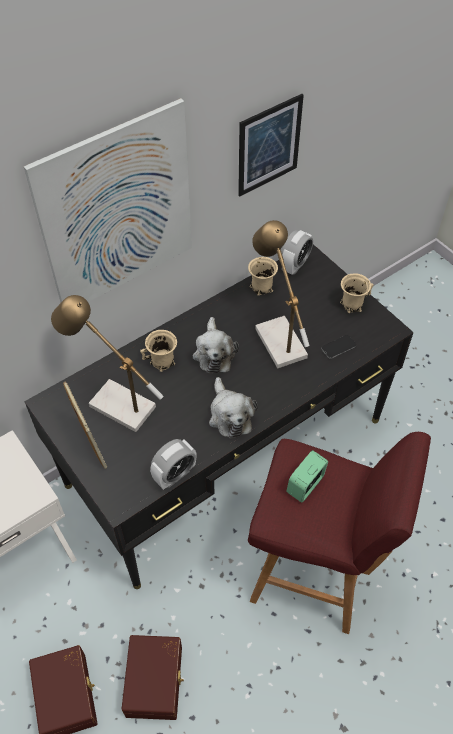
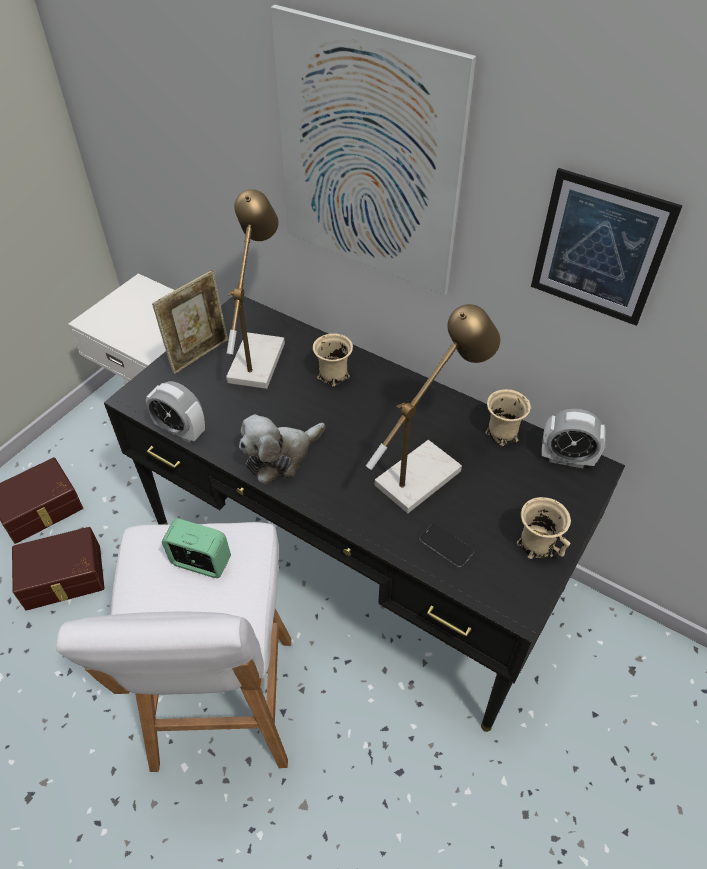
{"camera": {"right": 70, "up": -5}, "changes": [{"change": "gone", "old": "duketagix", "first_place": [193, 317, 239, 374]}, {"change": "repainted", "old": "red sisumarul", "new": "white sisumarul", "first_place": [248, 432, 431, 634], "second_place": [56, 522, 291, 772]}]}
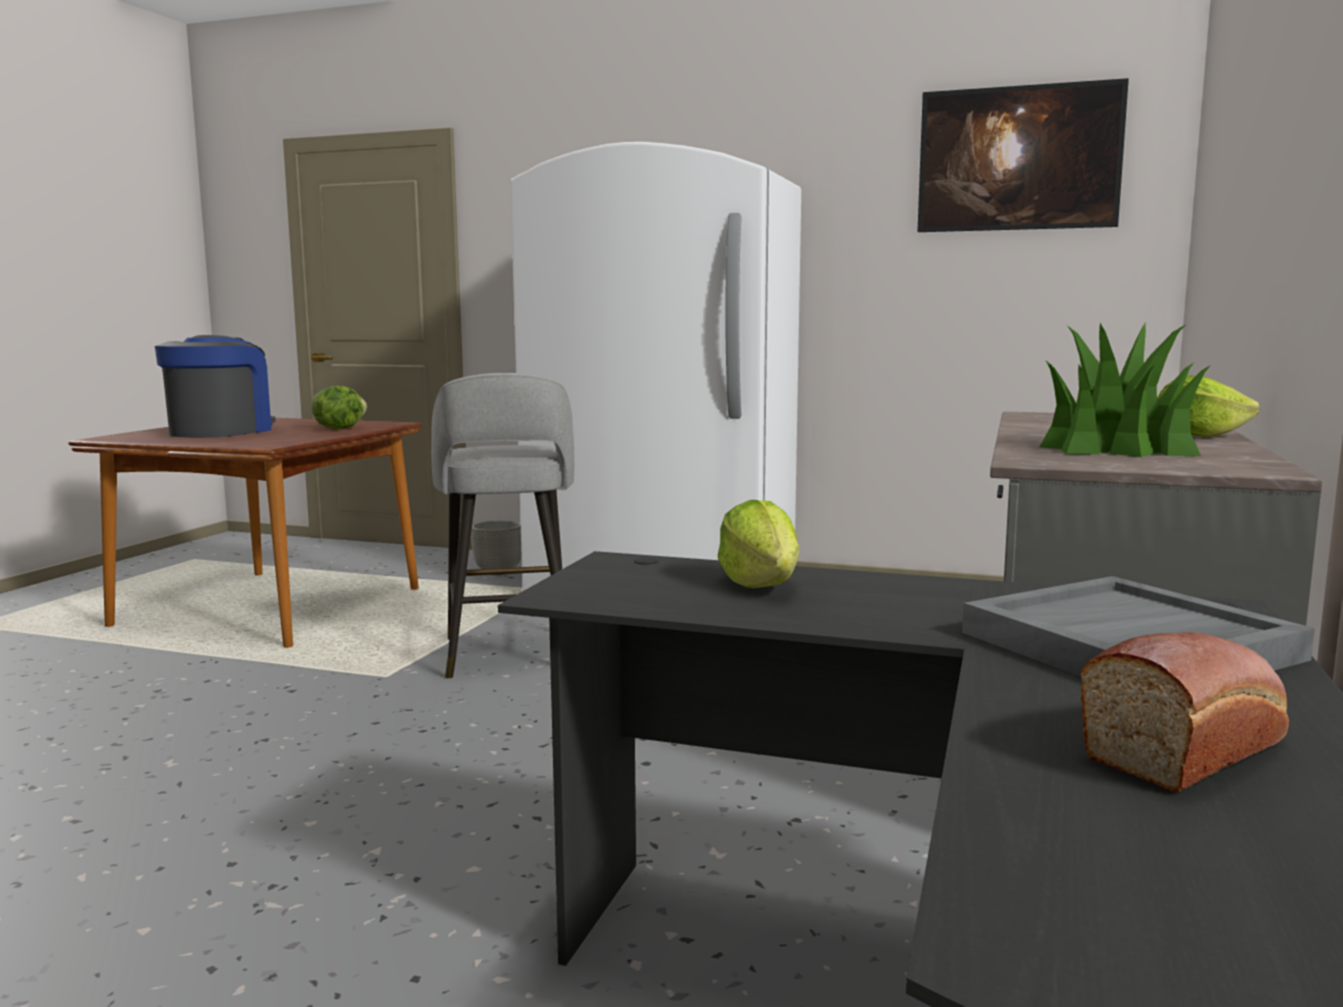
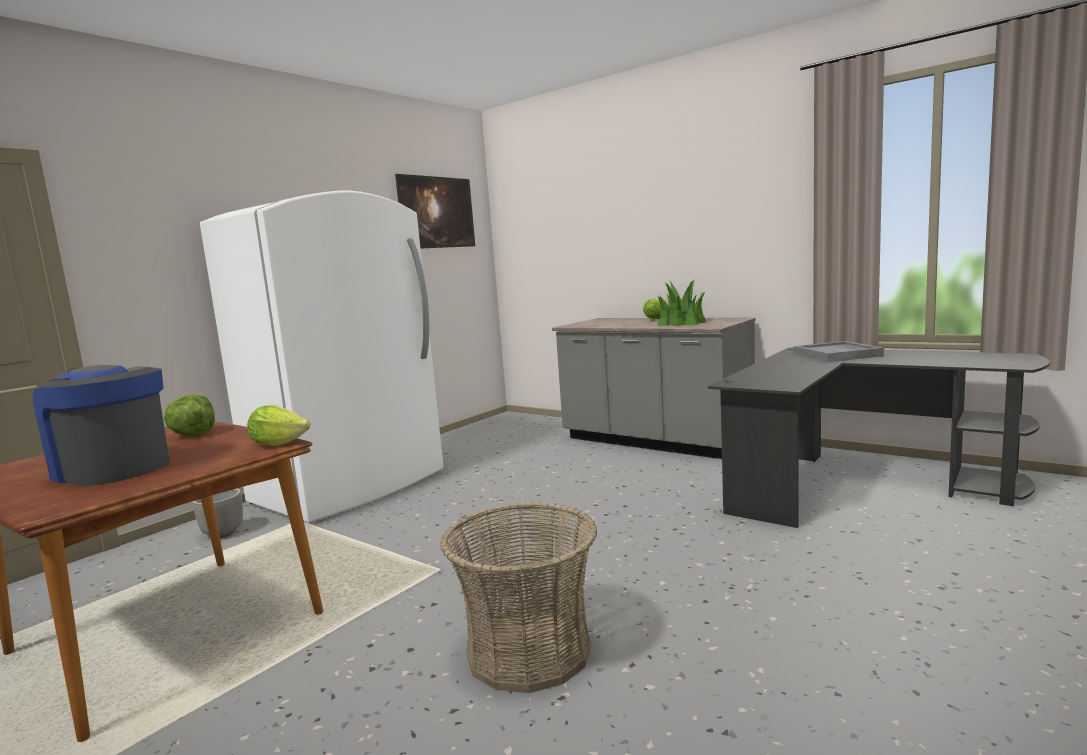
{"camera": {"right": -70, "up": 0}, "changes": [{"change": "gone", "old": "grey sisumarul", "first_place": [431, 373, 574, 679]}, {"change": "gone", "old": "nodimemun", "first_place": [1081, 633, 1289, 792]}, {"change": "new", "new": "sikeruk", "second_place": [440, 502, 597, 693]}, {"change": "shifted", "old": "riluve", "first_place": [718, 500, 799, 588], "second_place": [247, 405, 310, 446]}]}
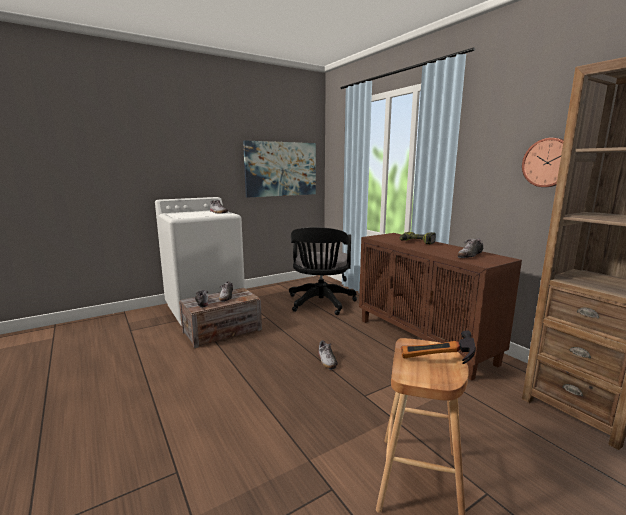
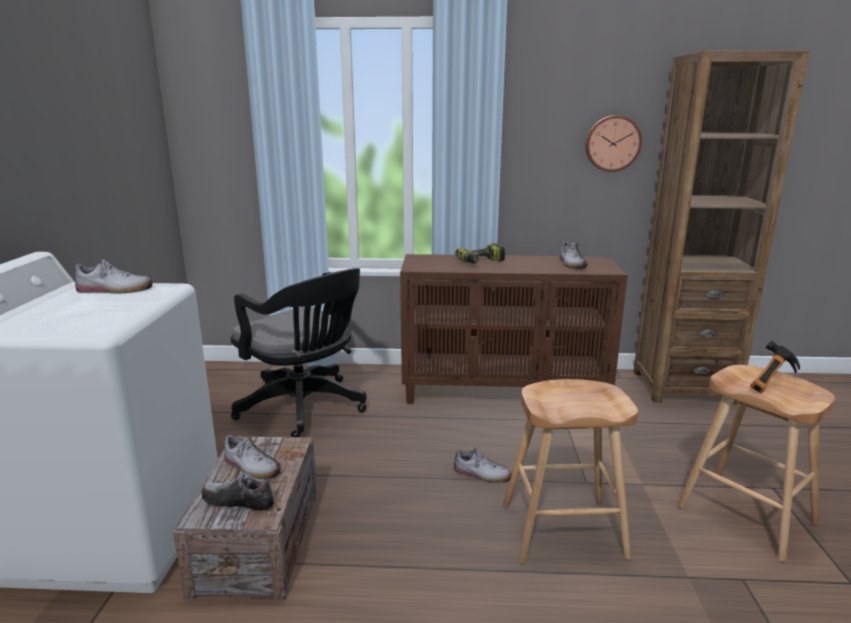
{"camera": {"right": -55, "up": 5}, "changes": [{"change": "gone", "old": "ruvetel", "first_place": [243, 140, 316, 198]}, {"change": "new", "new": "brown sisumarul", "second_place": [503, 379, 638, 564]}]}
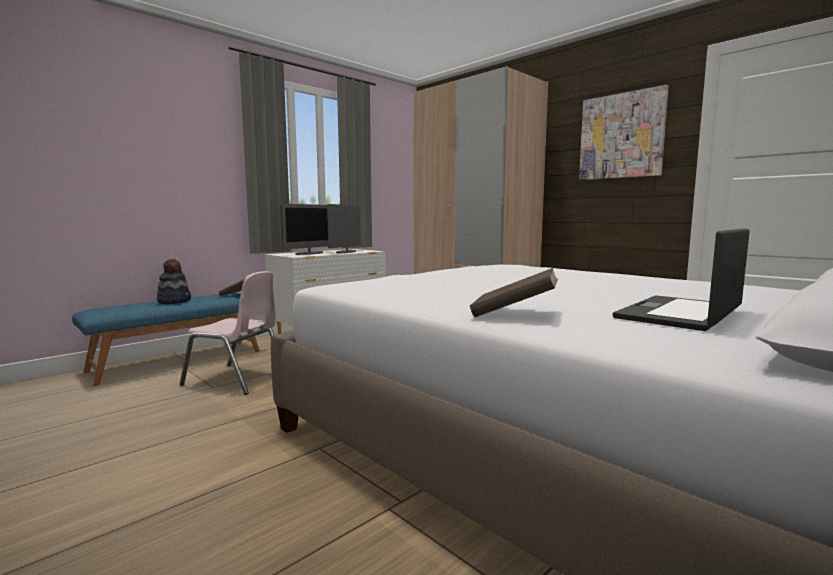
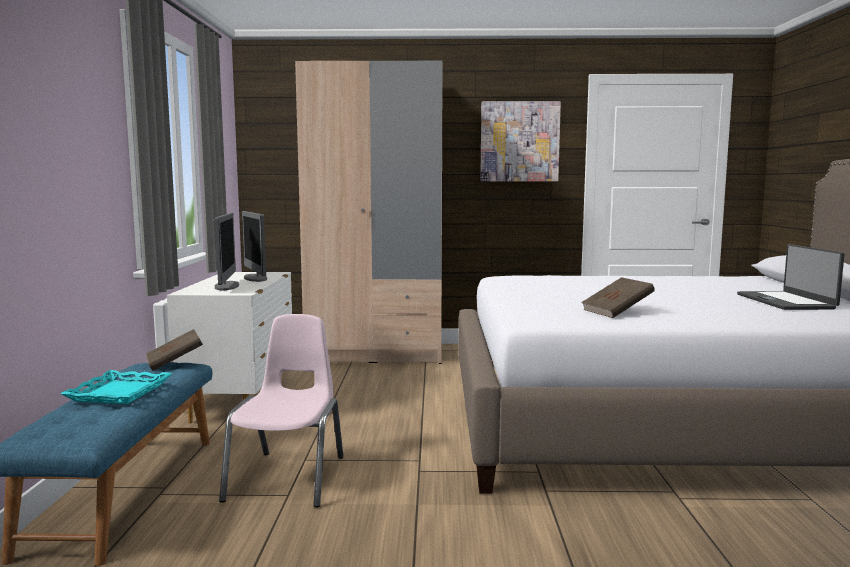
{"camera": {"right": -45, "up": 0}, "changes": [{"change": "shifted", "old": "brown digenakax", "first_place": [470, 268, 558, 317], "second_place": [581, 277, 655, 318]}, {"change": "swapped", "old": "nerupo", "new": "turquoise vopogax", "first_place": [157, 259, 191, 304], "second_place": [61, 370, 172, 404]}, {"change": "rotated", "old": "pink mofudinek", "first_place": [180, 271, 276, 395], "second_place": [219, 314, 343, 508], "degrees": -60}]}
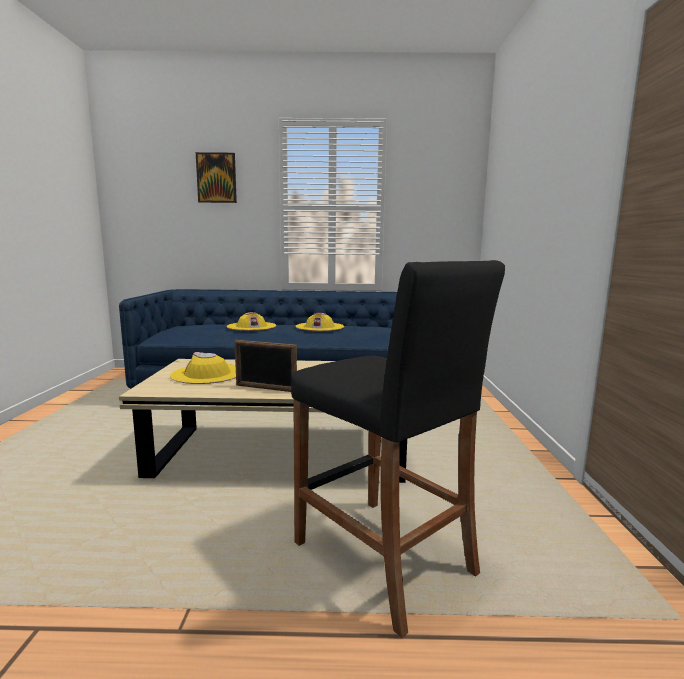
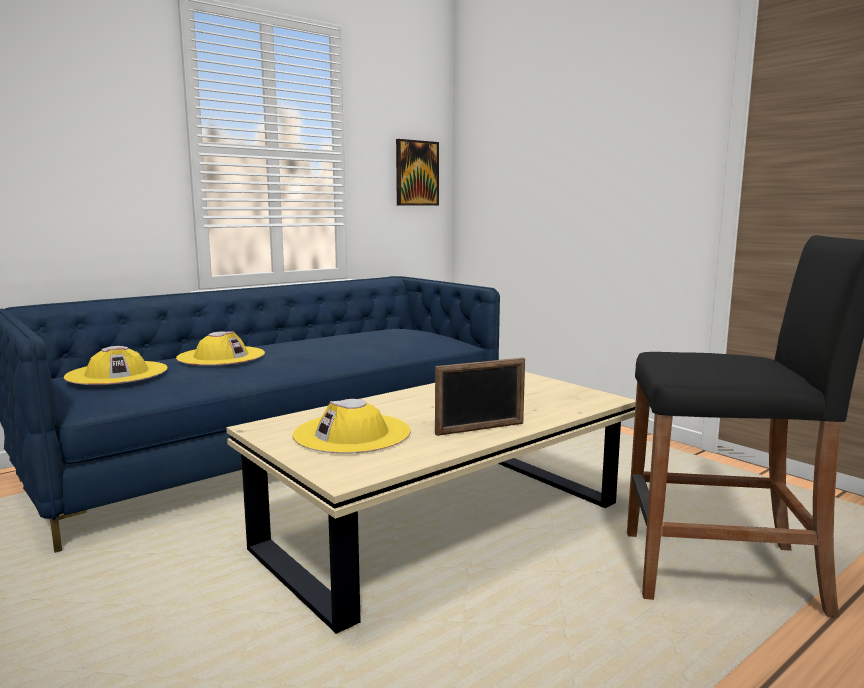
{"camera": {"right": -40, "up": 0}, "changes": [{"change": "shifted", "old": "ruvetel", "first_place": [196, 152, 237, 203], "second_place": [396, 139, 439, 206]}, {"change": "shifted", "old": "yellow nerupo", "first_place": [295, 313, 344, 331], "second_place": [64, 346, 168, 385]}]}
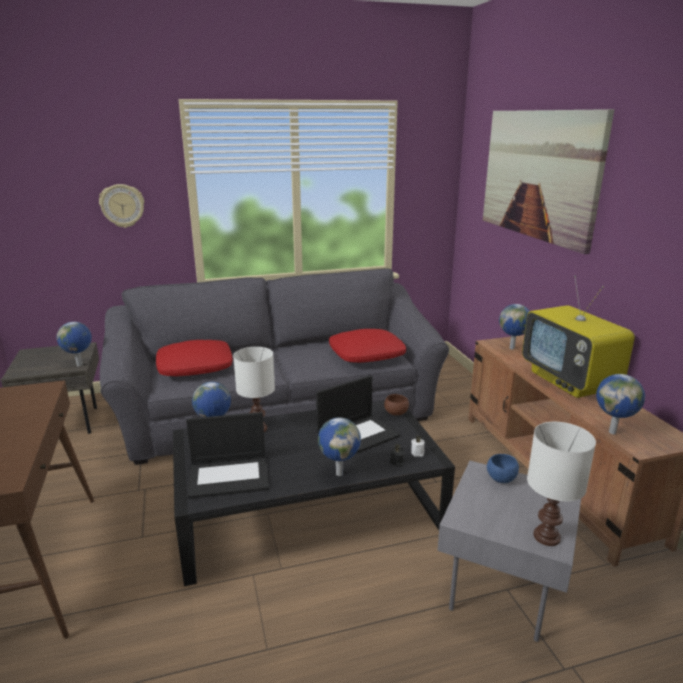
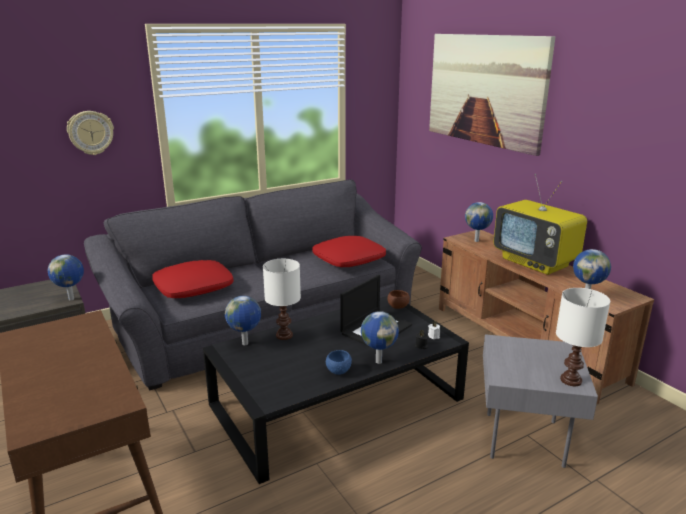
{"camera": {"right": -15, "up": 0}, "changes": [{"change": "gone", "old": "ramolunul", "first_place": [186, 412, 269, 499]}, {"change": "shifted", "old": "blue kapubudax", "first_place": [487, 454, 519, 483], "second_place": [326, 350, 352, 375]}]}
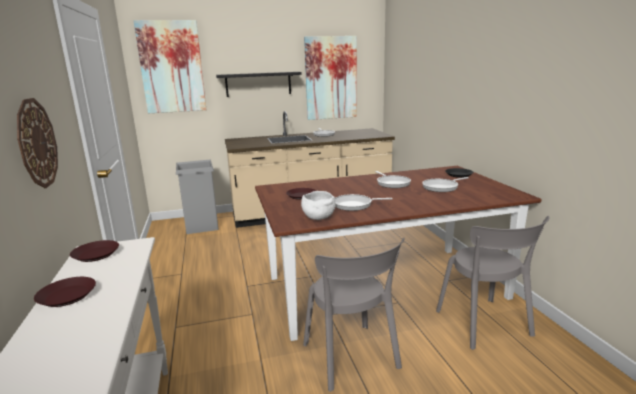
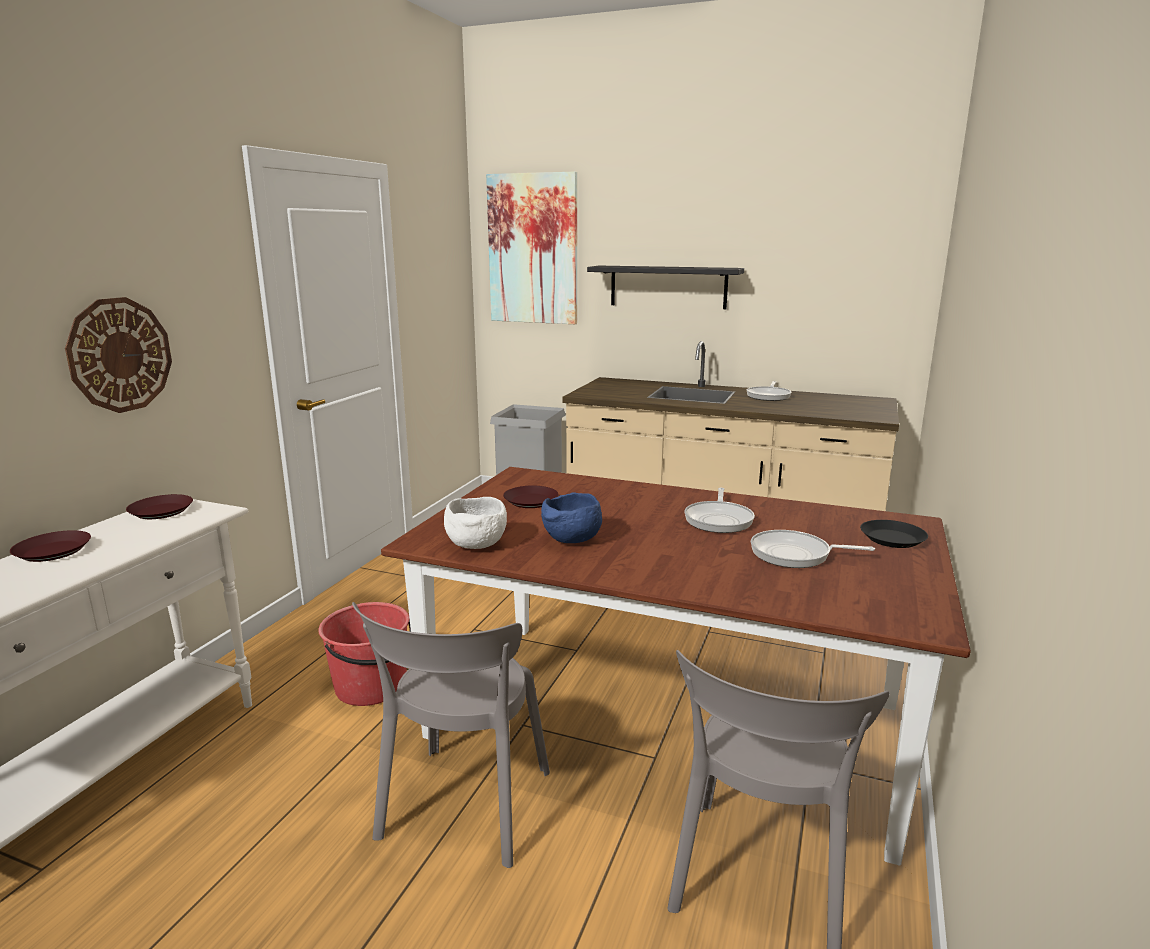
{"camera": {"right": 35, "up": 0}, "changes": [{"change": "gone", "old": "ruvetel", "first_place": [304, 36, 357, 120]}, {"change": "new", "new": "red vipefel", "second_place": [318, 602, 411, 706]}, {"change": "swapped", "old": "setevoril", "new": "blue kapubudax", "first_place": [335, 194, 393, 211], "second_place": [541, 492, 602, 543]}]}
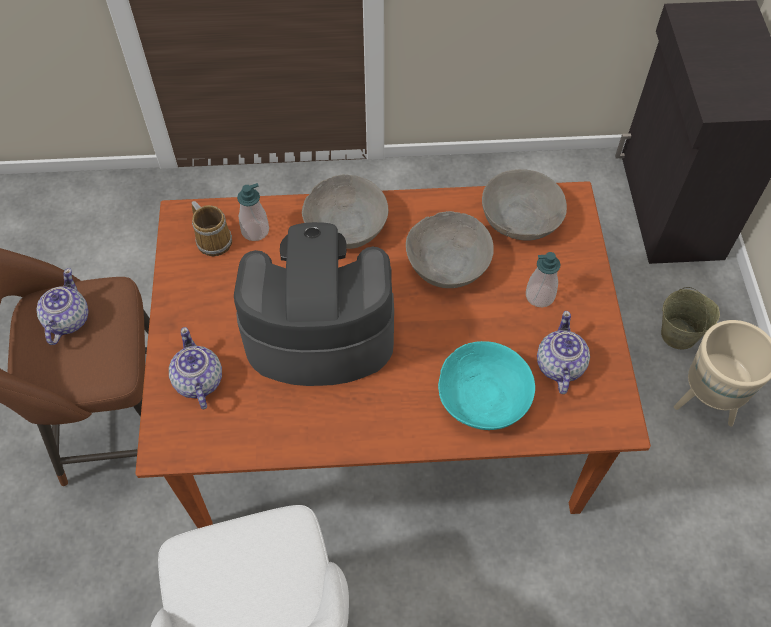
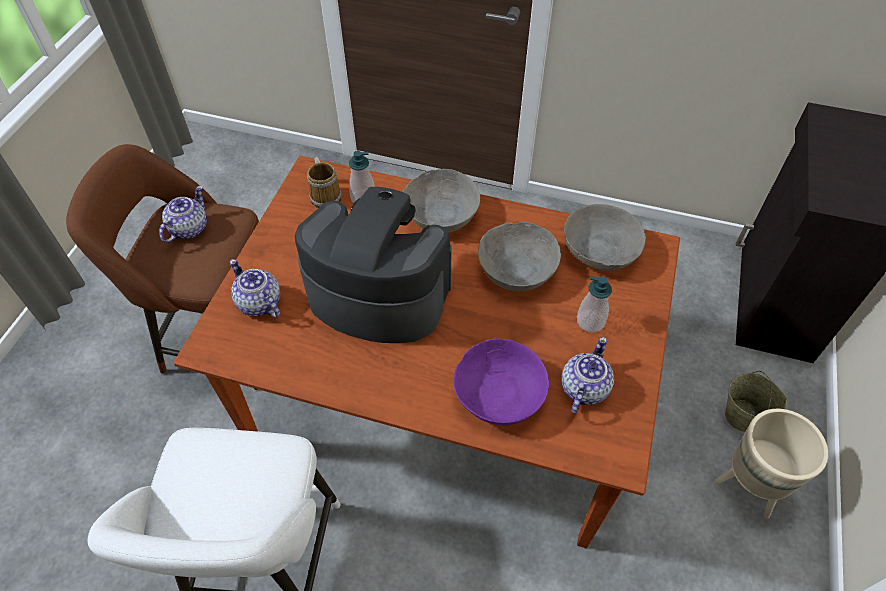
{"camera": {"right": 20, "up": -5}, "changes": [{"change": "repainted", "old": "turquoise kapubudax", "new": "purple kapubudax", "first_place": [438, 341, 535, 430], "second_place": [453, 338, 549, 425]}, {"change": "rotated", "old": "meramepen", "first_place": [169, 327, 222, 409], "second_place": [229, 259, 280, 318], "degrees": -45}]}
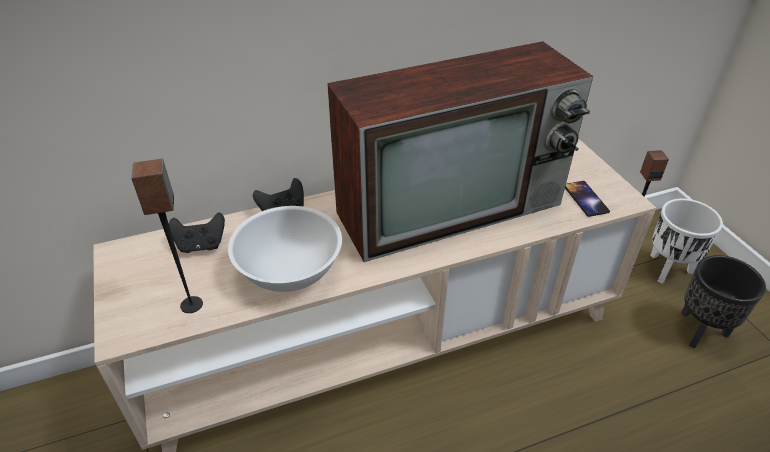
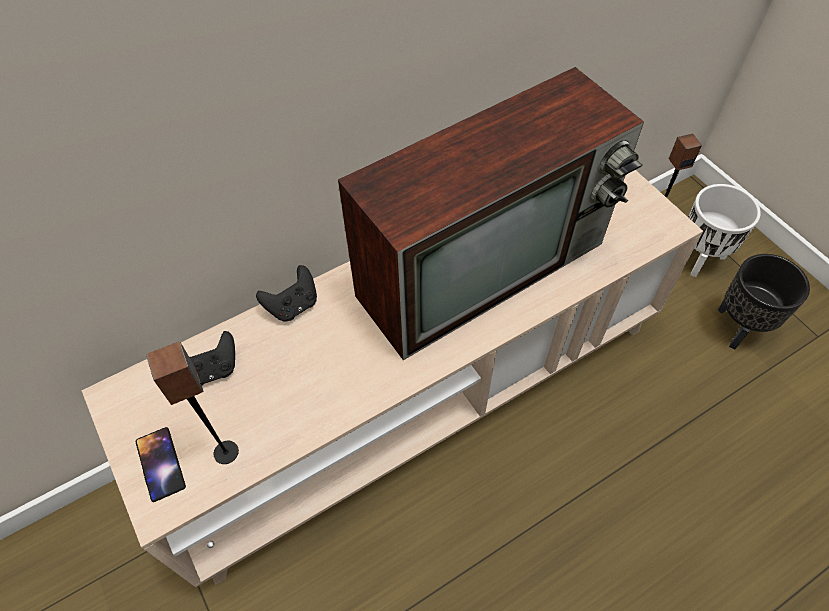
{"camera": {"right": -10, "up": 15}, "changes": [{"change": "gone", "old": "white kapubudax", "first_place": [228, 206, 342, 292]}, {"change": "shifted", "old": "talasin", "first_place": [565, 181, 610, 217], "second_place": [135, 427, 186, 502]}]}
